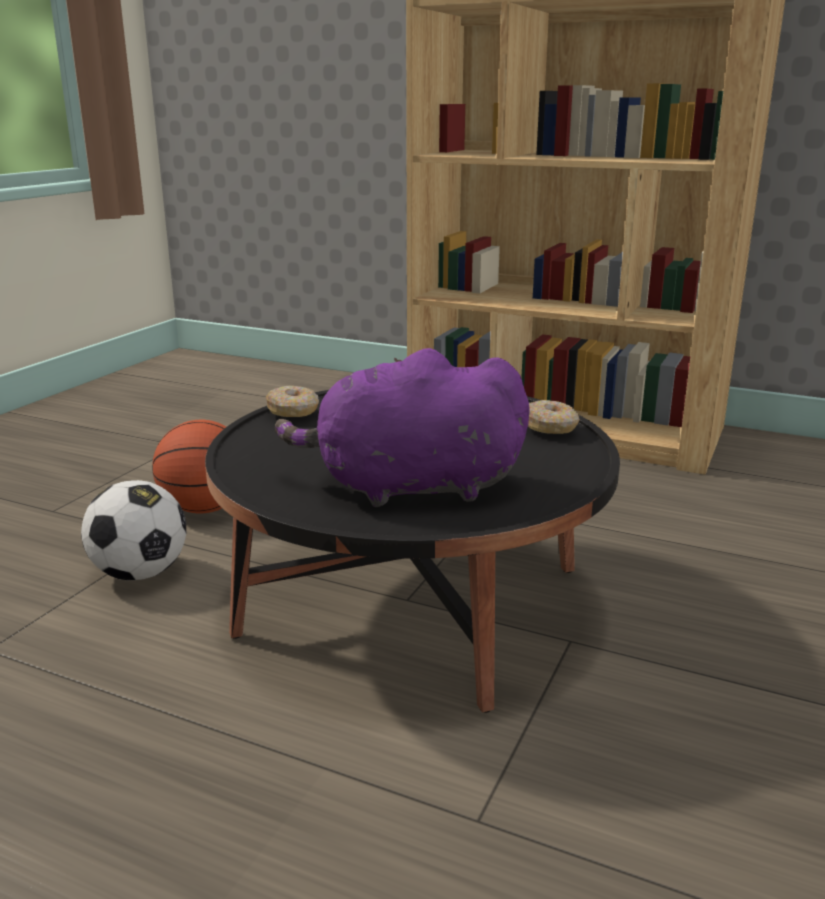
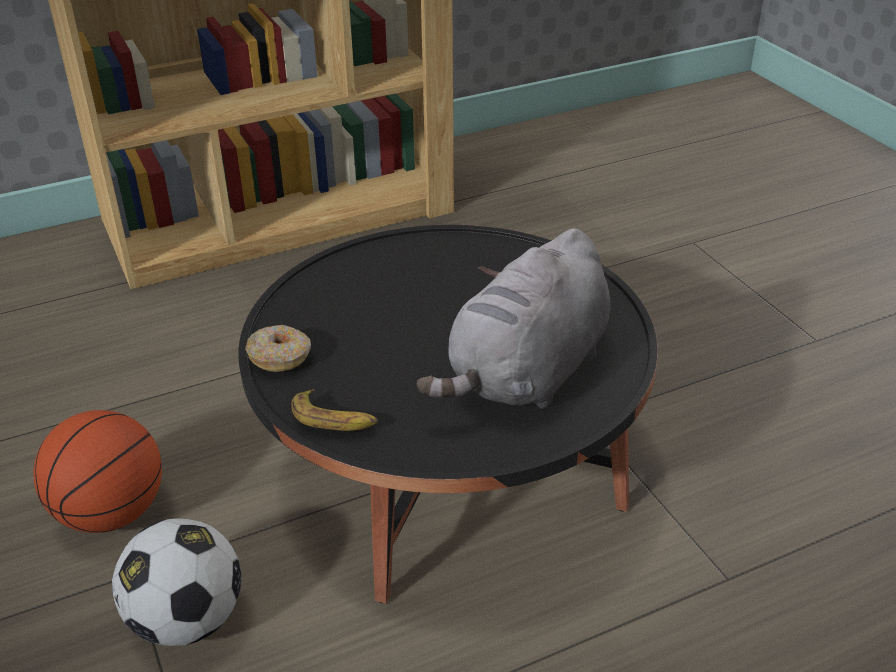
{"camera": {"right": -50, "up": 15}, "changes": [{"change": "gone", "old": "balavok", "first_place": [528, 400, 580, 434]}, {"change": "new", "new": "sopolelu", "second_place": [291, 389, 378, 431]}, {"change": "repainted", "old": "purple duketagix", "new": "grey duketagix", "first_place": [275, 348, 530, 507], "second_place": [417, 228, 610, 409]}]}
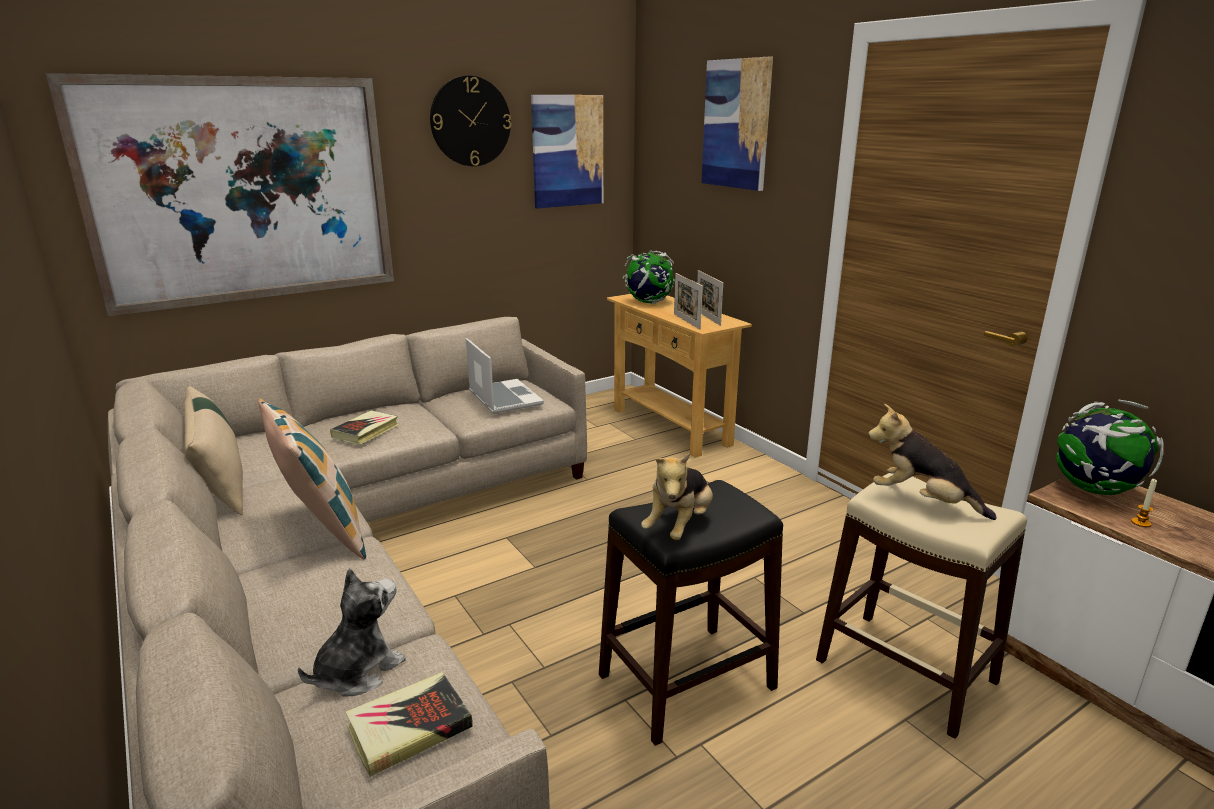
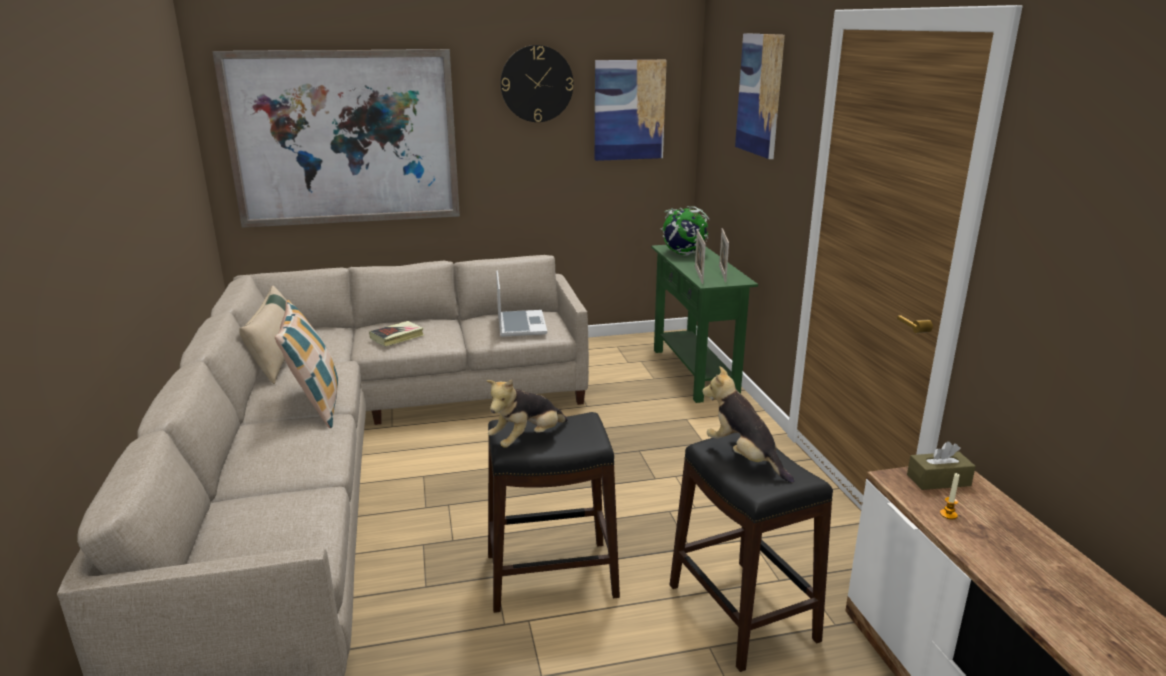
{"camera": {"right": 20, "up": 0}, "changes": [{"change": "gone", "old": "duketagix", "first_place": [298, 568, 406, 696]}, {"change": "gone", "old": "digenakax", "first_place": [346, 672, 473, 777]}, {"change": "swapped", "old": "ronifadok", "new": "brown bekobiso", "first_place": [1056, 399, 1164, 495], "second_place": [907, 441, 976, 490]}, {"change": "repainted", "old": "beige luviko", "new": "green luviko", "first_place": [607, 294, 752, 458], "second_place": [651, 245, 758, 403]}, {"change": "repainted", "old": "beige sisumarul", "new": "black sisumarul", "first_place": [816, 473, 1027, 739], "second_place": [670, 433, 833, 672]}]}
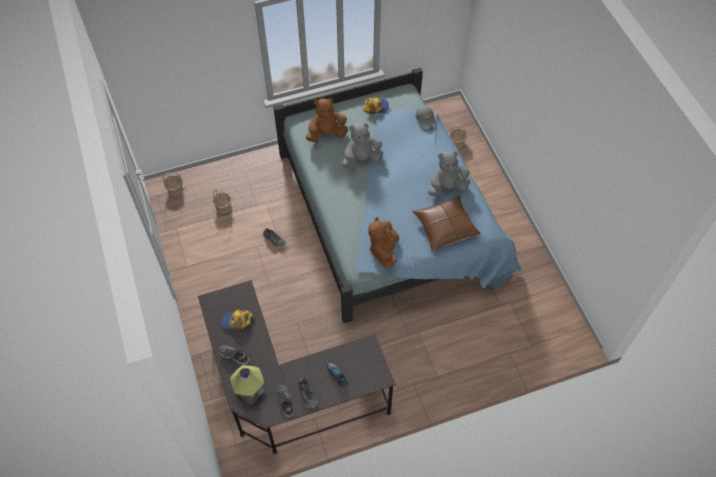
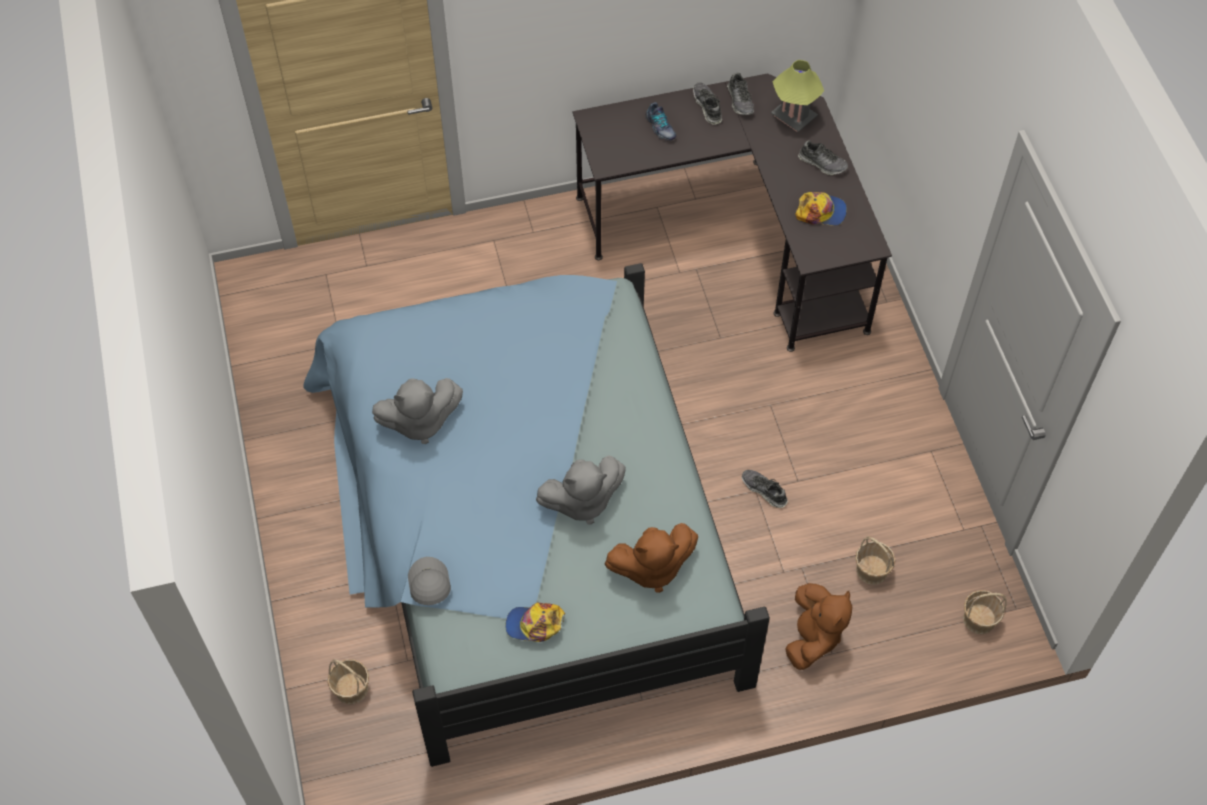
{"camera": {"right": -175, "up": 0}, "changes": [{"change": "gone", "old": "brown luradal", "first_place": [412, 195, 481, 251]}, {"change": "shifted", "old": "brown duketagix", "first_place": [368, 217, 399, 268], "second_place": [785, 583, 852, 670]}]}
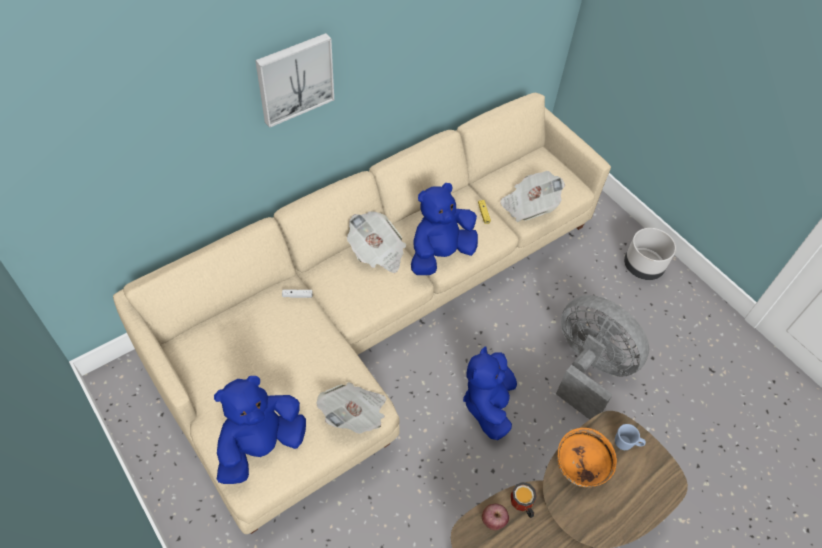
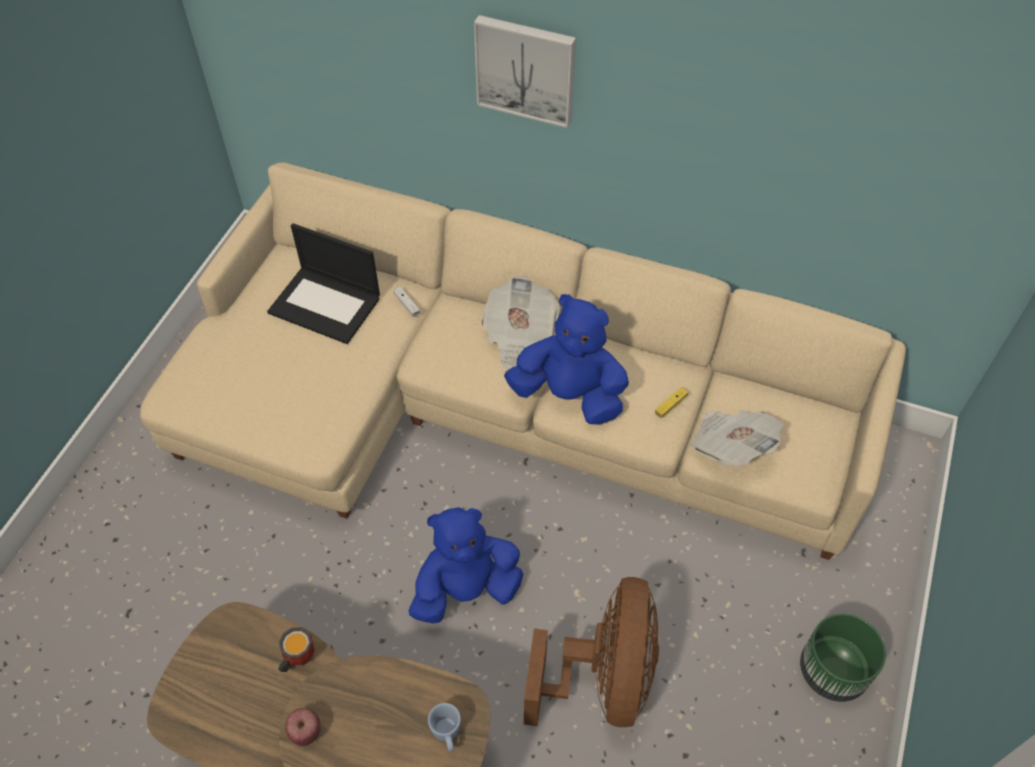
{"camera": {"right": 60, "up": 0}, "changes": [{"change": "gone", "old": "blue duketagix", "first_place": [214, 376, 306, 484]}, {"change": "gone", "old": "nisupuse", "first_place": [317, 382, 386, 434]}, {"change": "gone", "old": "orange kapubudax", "first_place": [557, 428, 617, 487]}, {"change": "new", "new": "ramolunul", "second_place": [267, 223, 380, 344]}, {"change": "shifted", "old": "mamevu", "first_place": [482, 504, 509, 530], "second_place": [285, 708, 321, 746]}, {"change": "repainted", "old": "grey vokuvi", "new": "brown vokuvi", "first_place": [556, 295, 649, 419], "second_place": [524, 577, 659, 727]}, {"change": "repainted", "old": "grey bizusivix", "new": "green bizusivix", "first_place": [624, 228, 676, 280], "second_place": [800, 613, 886, 702]}]}
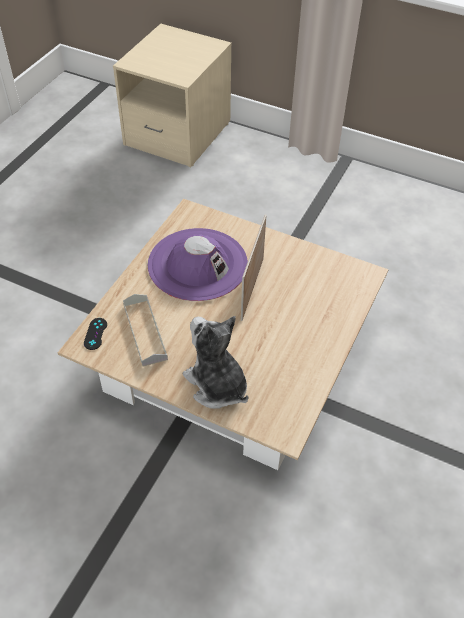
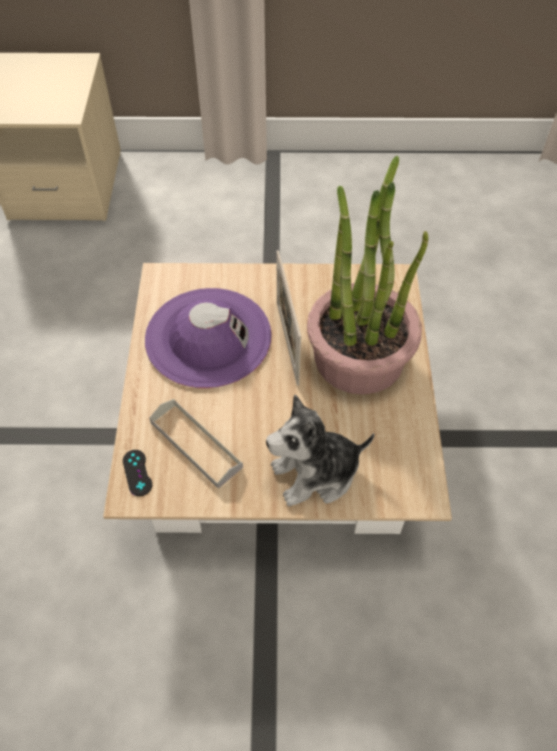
{"camera": {"right": -25, "up": 5}, "changes": [{"change": "new", "new": "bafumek", "second_place": [307, 156, 428, 395]}, {"change": "rotated", "old": "duketagix", "first_place": [183, 316, 248, 409], "second_place": [266, 395, 375, 506], "degrees": -45}]}
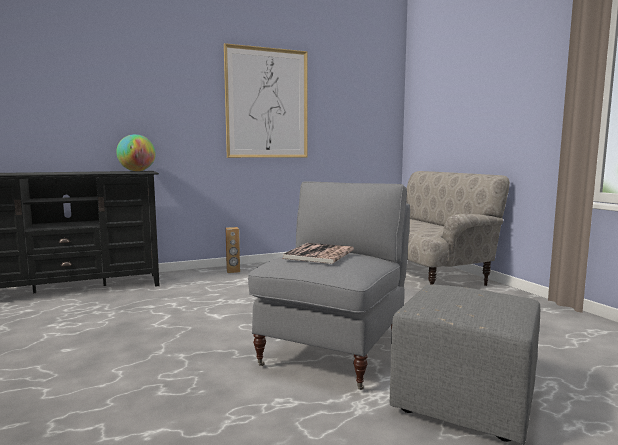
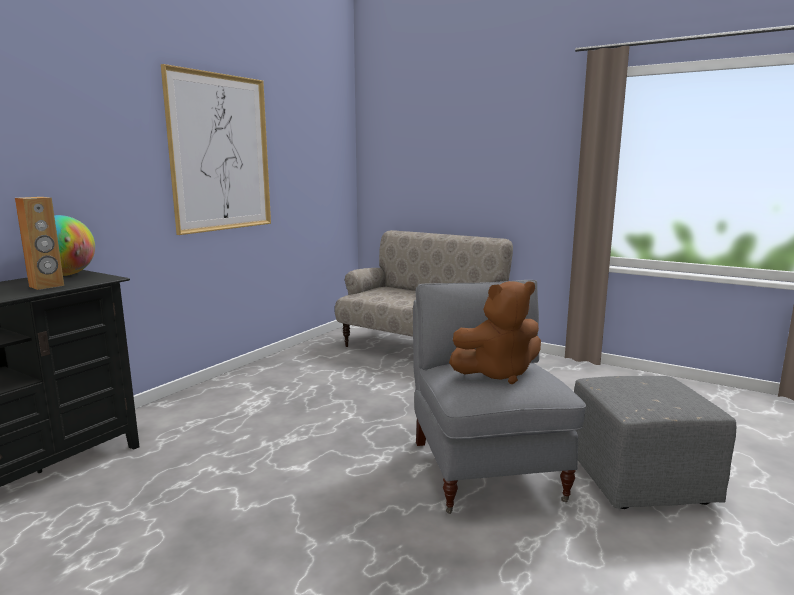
{"camera": {"right": -35, "up": 5}, "changes": [{"change": "shifted", "old": "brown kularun", "first_place": [225, 227, 240, 273], "second_place": [15, 197, 64, 290]}, {"change": "swapped", "old": "digenakax", "new": "brown duketagix", "first_place": [282, 243, 354, 264], "second_place": [449, 281, 541, 384]}]}
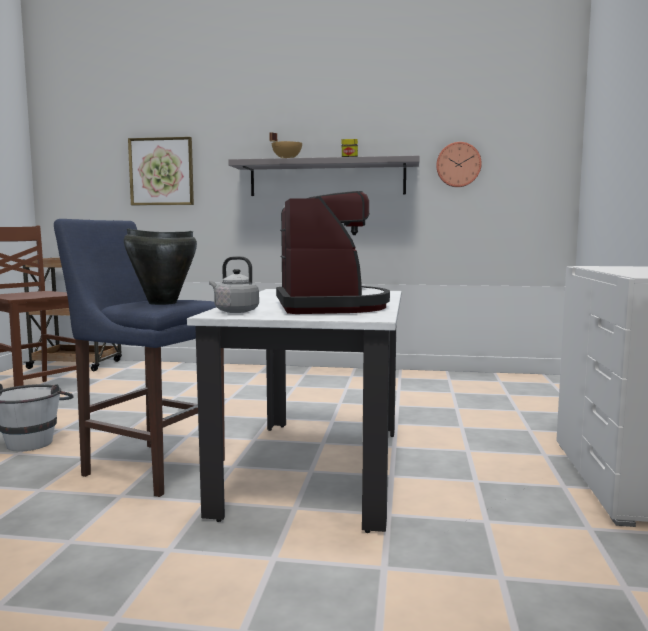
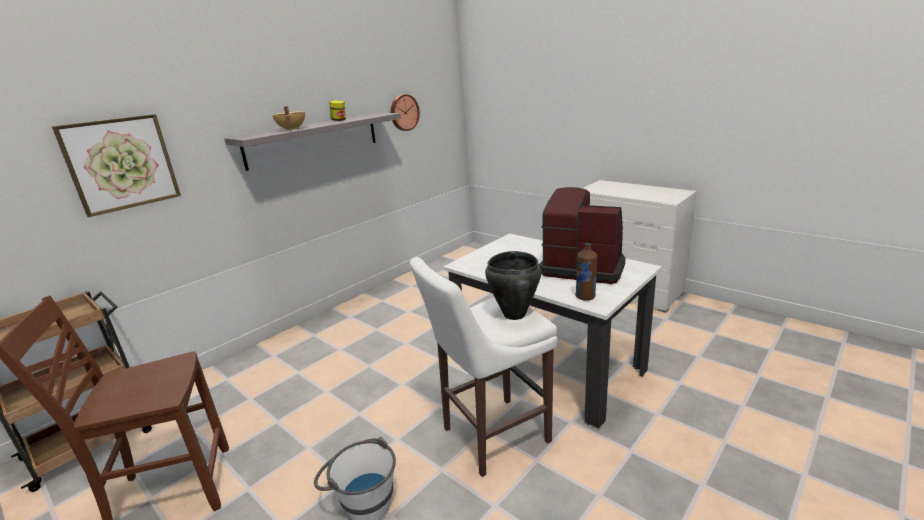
{"camera": {"right": -55, "up": 15}, "changes": [{"change": "swapped", "old": "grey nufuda", "new": "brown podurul", "first_place": [209, 256, 259, 313], "second_place": [575, 243, 598, 301]}, {"change": "repainted", "old": "blue sisumarul", "new": "white sisumarul", "first_place": [54, 219, 225, 497], "second_place": [410, 257, 558, 477]}]}
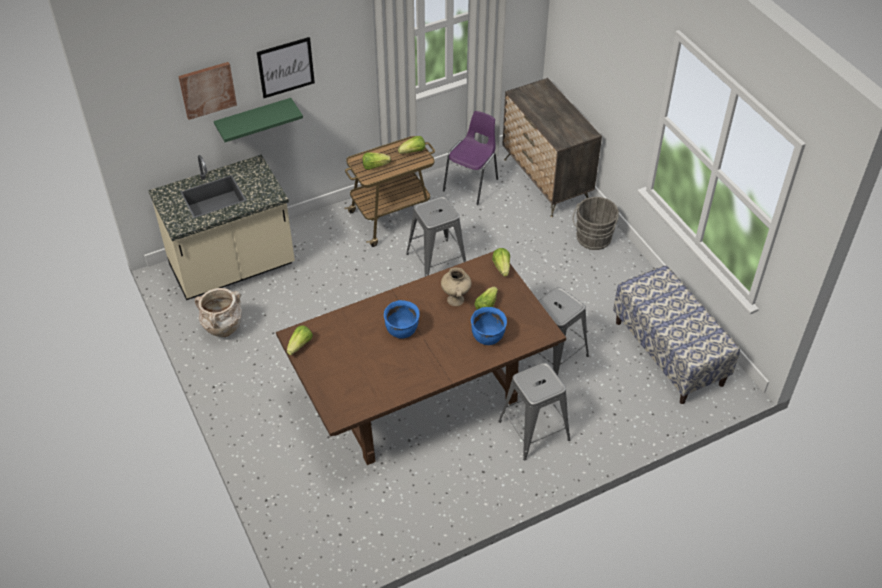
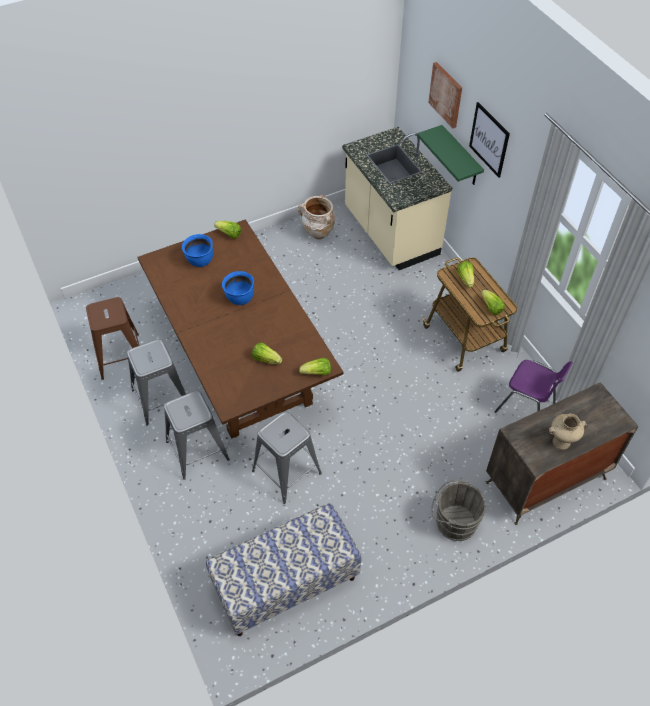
{"camera": {"right": 90, "up": 5}, "changes": [{"change": "new", "new": "brown sisumarul", "second_place": [86, 297, 140, 380]}, {"change": "shifted", "old": "grey sisumarul", "first_place": [406, 196, 466, 277], "second_place": [127, 339, 186, 425]}, {"change": "shifted", "old": "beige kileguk", "first_place": [441, 267, 471, 306], "second_place": [549, 413, 587, 450]}, {"change": "shifted", "old": "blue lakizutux", "first_place": [471, 307, 507, 345], "second_place": [182, 234, 213, 267]}]}
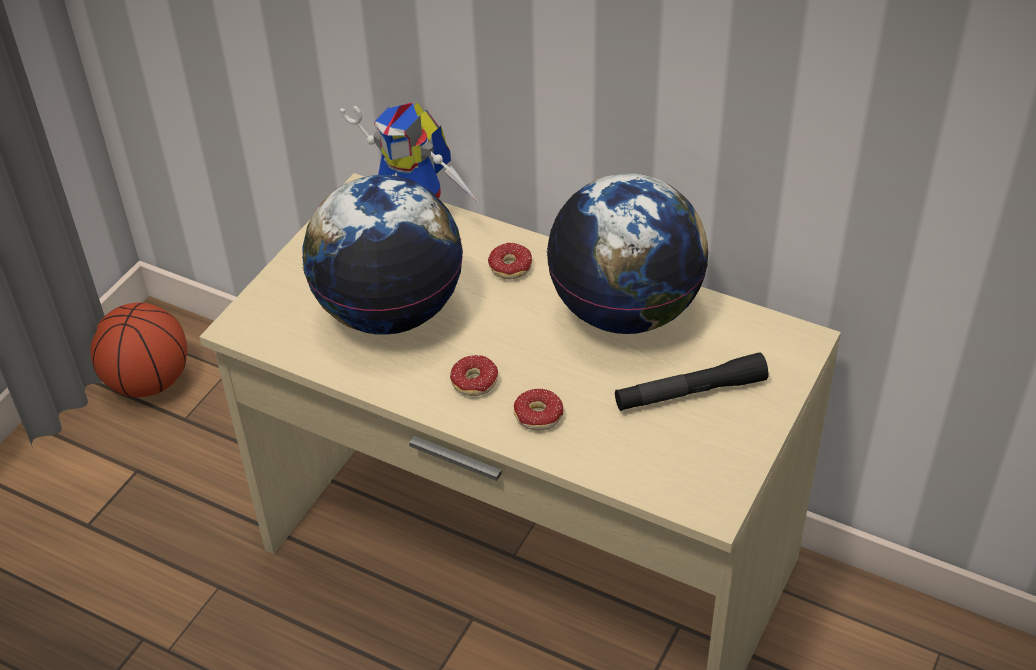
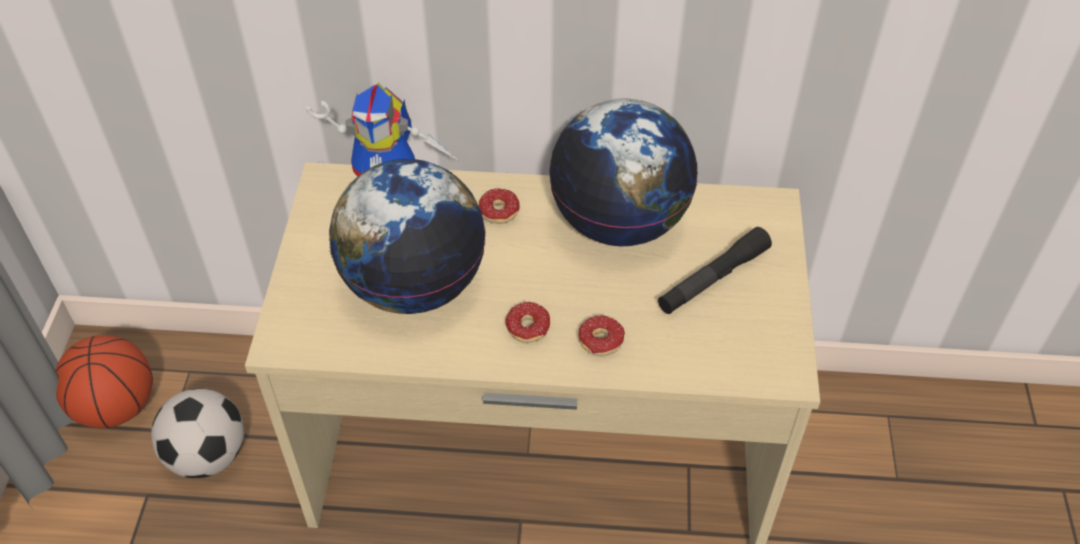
{"camera": {"right": -25, "up": 5}, "changes": [{"change": "new", "new": "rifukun", "second_place": [151, 389, 244, 478]}]}
